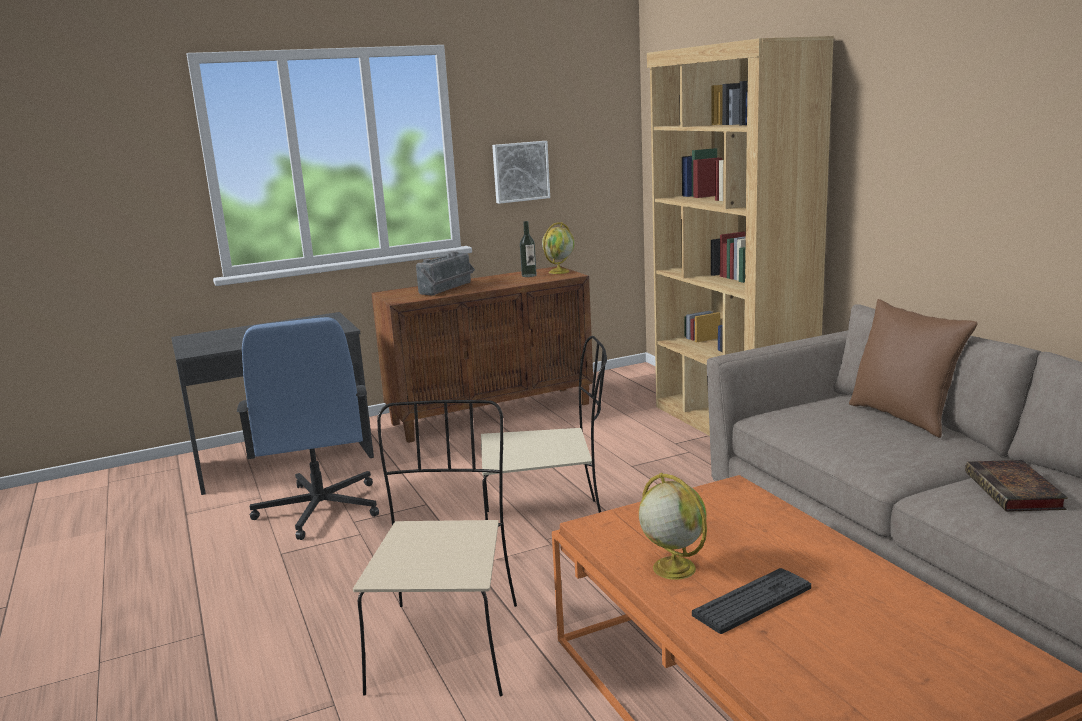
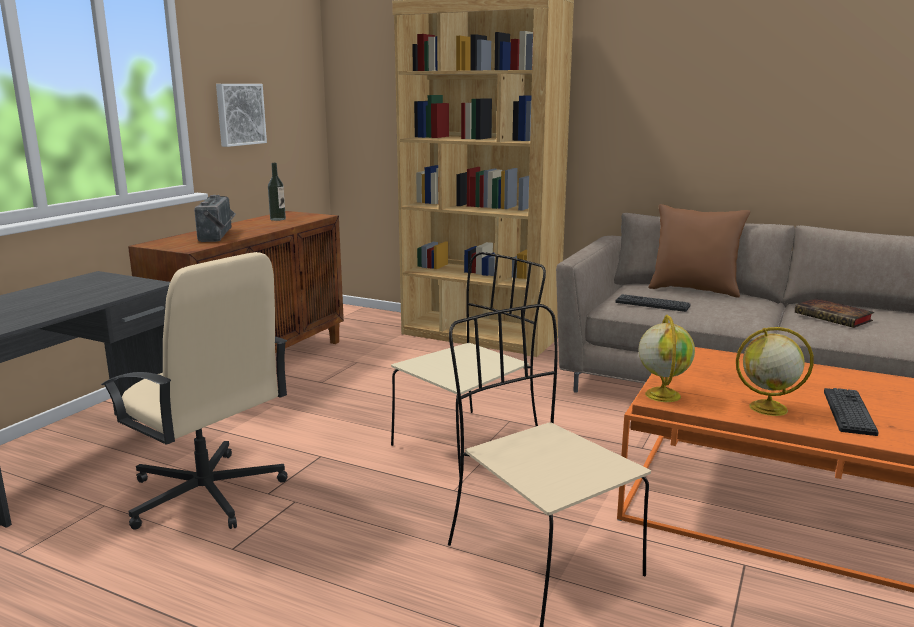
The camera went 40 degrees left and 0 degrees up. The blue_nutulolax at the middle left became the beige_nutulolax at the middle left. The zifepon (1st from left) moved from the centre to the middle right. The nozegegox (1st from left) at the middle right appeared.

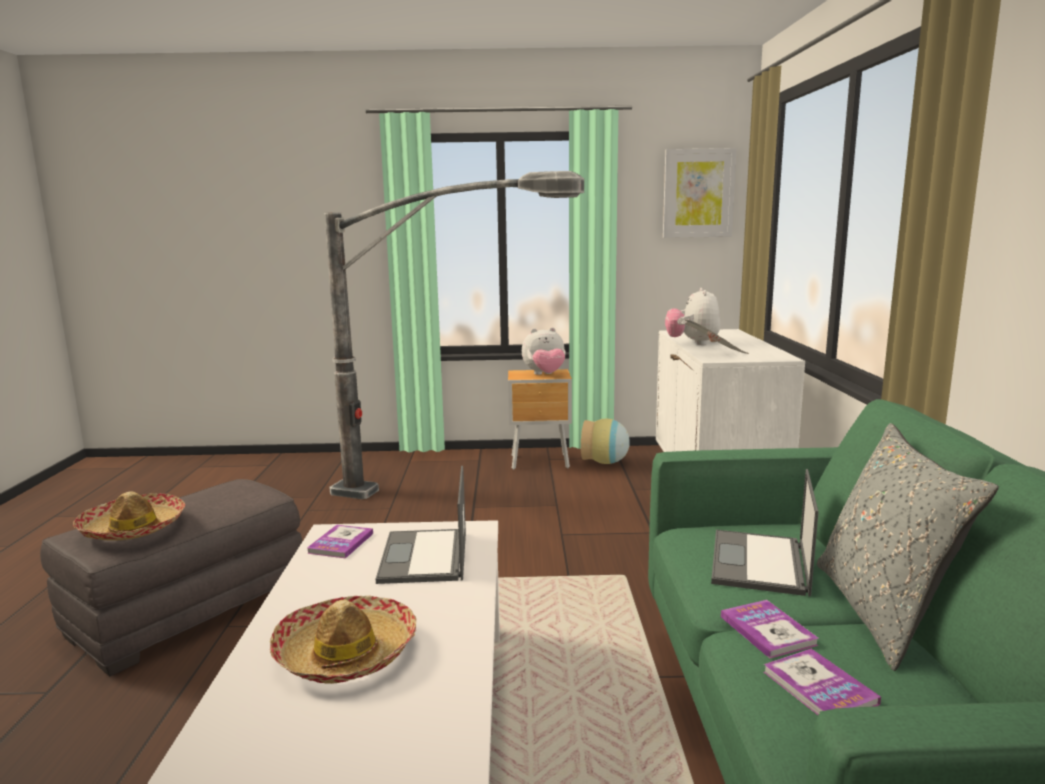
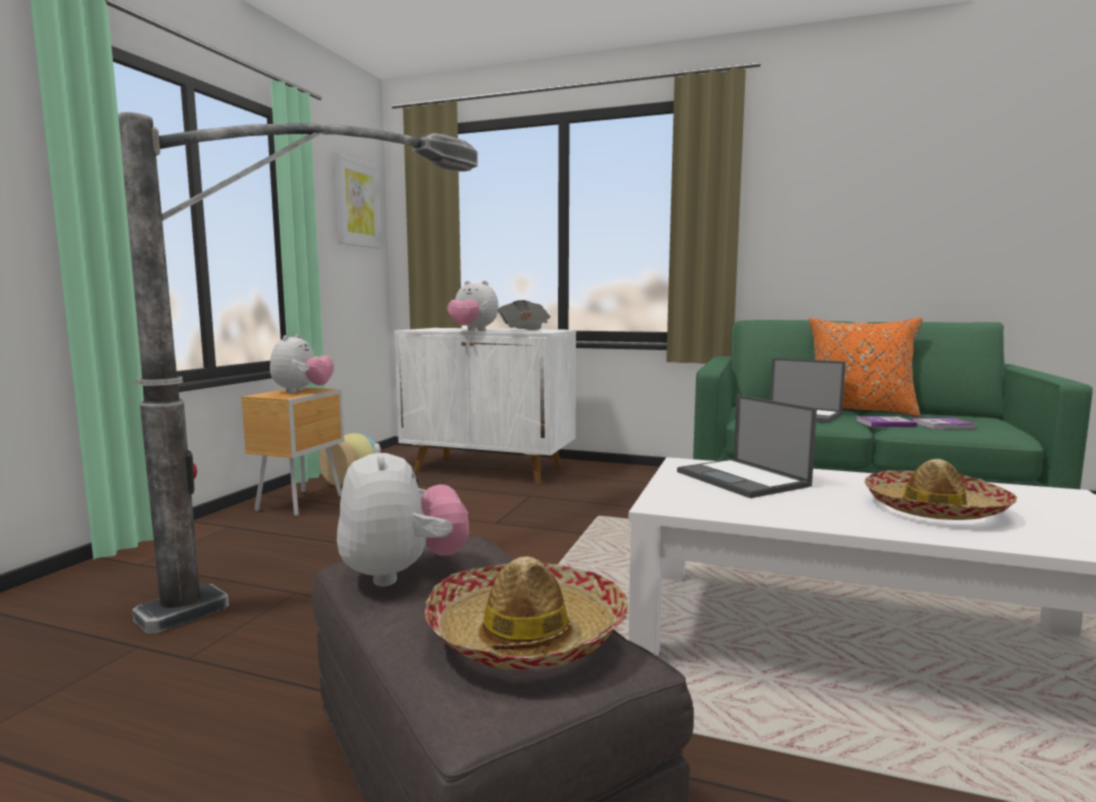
The camera went 70 degrees left and 5 degrees down. The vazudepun (1st from left) at the bottom left disappeared. The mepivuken (1st from left) at the bottom centre turned 45 degrees clockwise. The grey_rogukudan at the bottom right became the orange_rogukudan at the middle right. The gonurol (2nd from left) at the centre appeared.

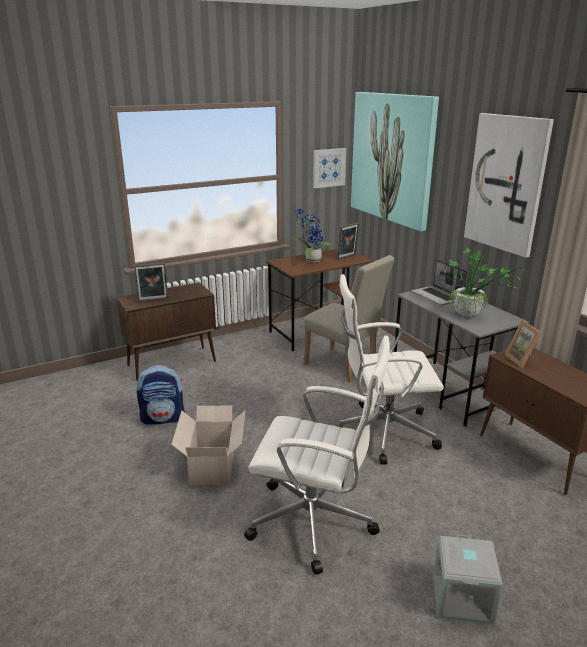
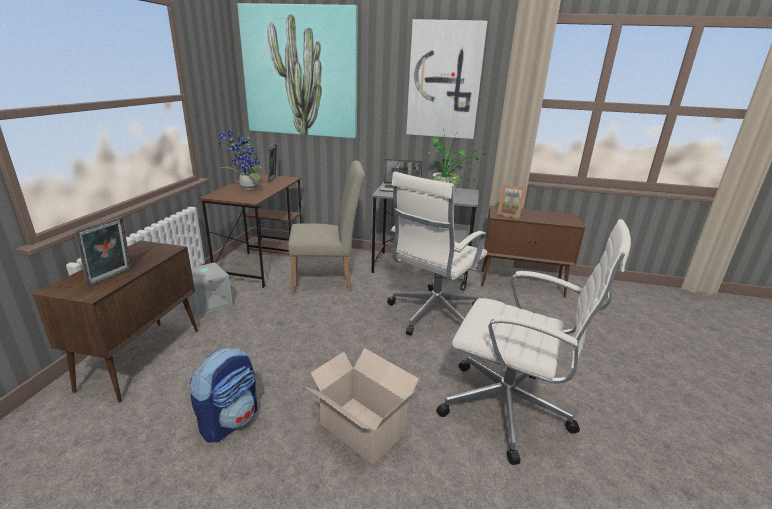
The camera went 50 degrees left and 0 degrees up. The white_nutulolax (1st from left in the first image) at the bottom centre turned 60 degrees clockwise. The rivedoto (1st from left) at the top centre disappeared. The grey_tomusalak moved from the bottom right to the middle left.

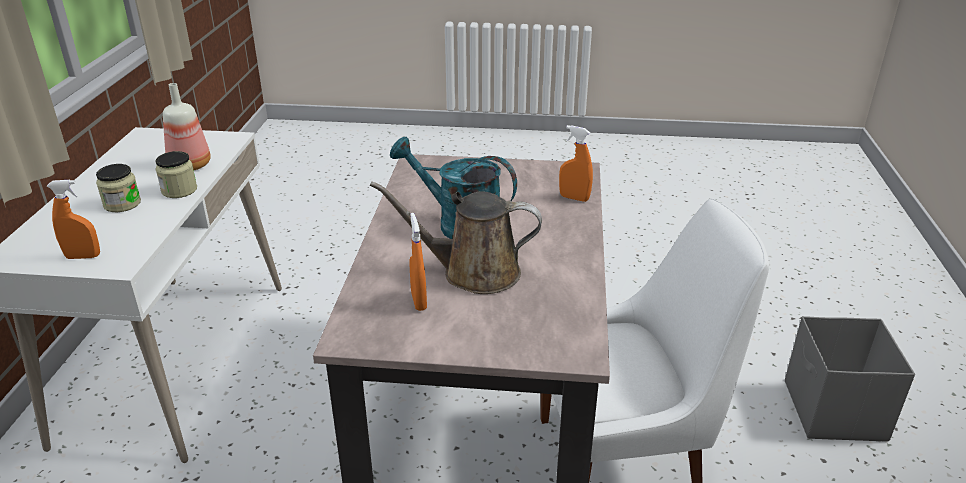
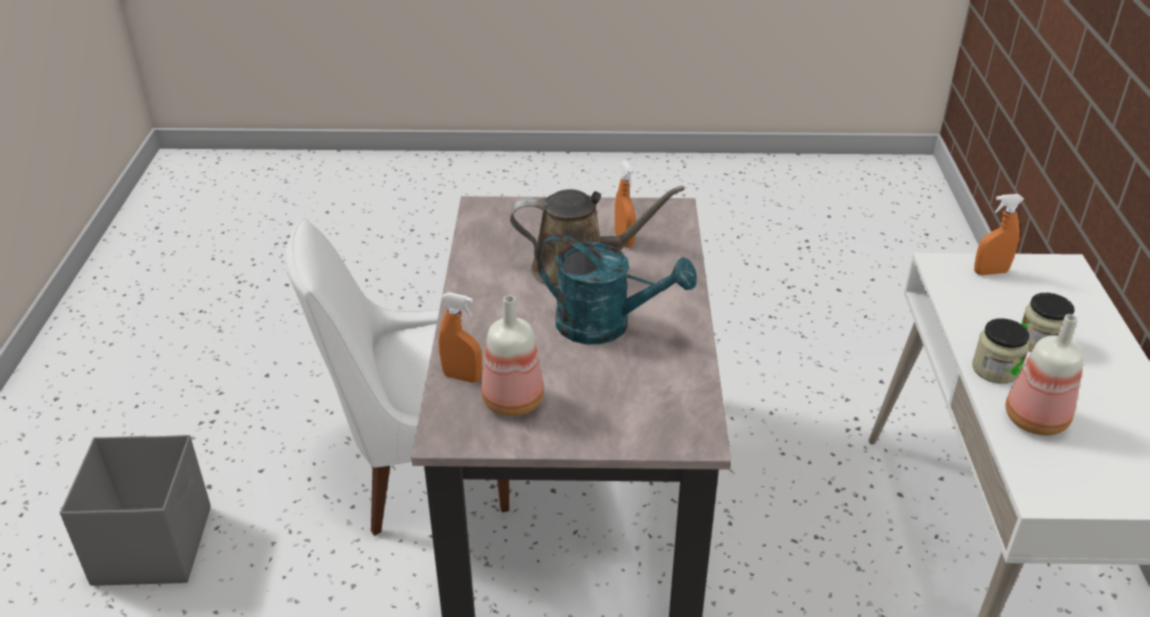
The camera went 175 degrees right and 5 degrees up. The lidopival (1st from left) at the centre appeared.

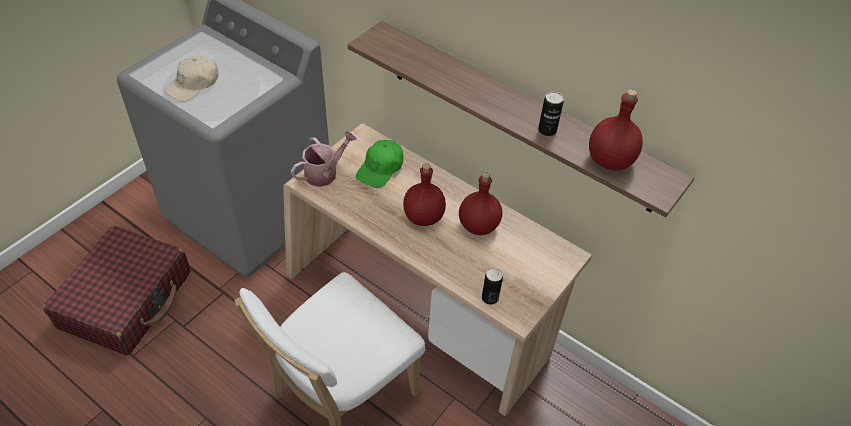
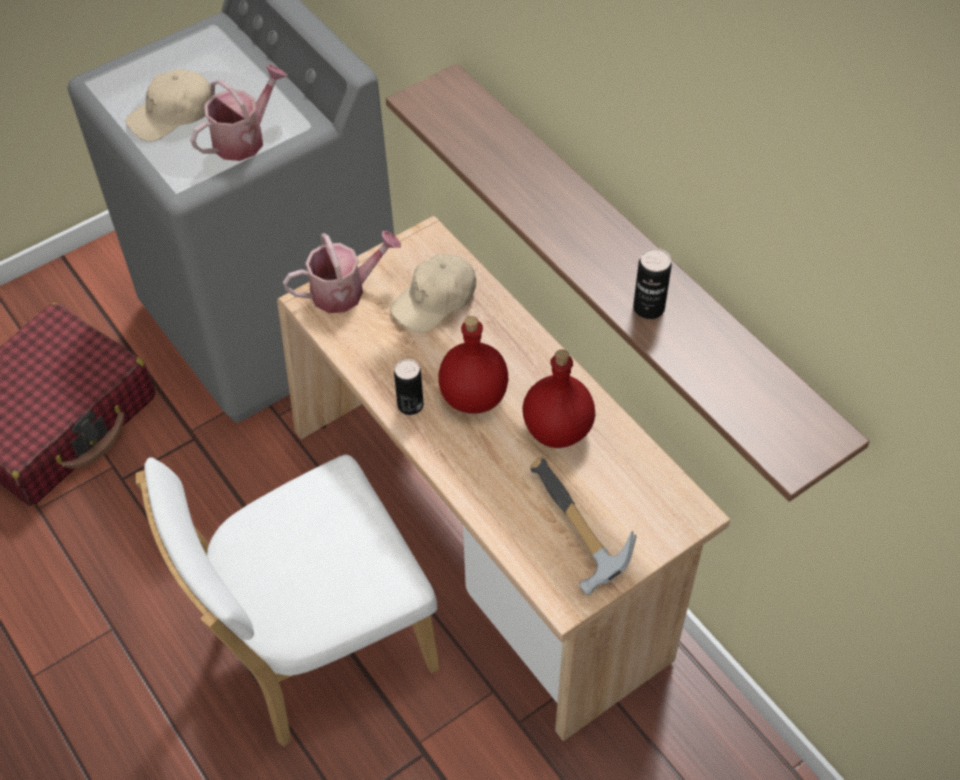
The camera went 20 degrees right and 5 degrees up. The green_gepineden at the centre became the beige_gepineden (2nd from left) at the centre. The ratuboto (1st from left) moved from the bottom centre to the centre. The red_lidopival (3rd from left) at the top right disappeared. The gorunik (1st from left) at the top left appeared. The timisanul at the bottom centre appeared.

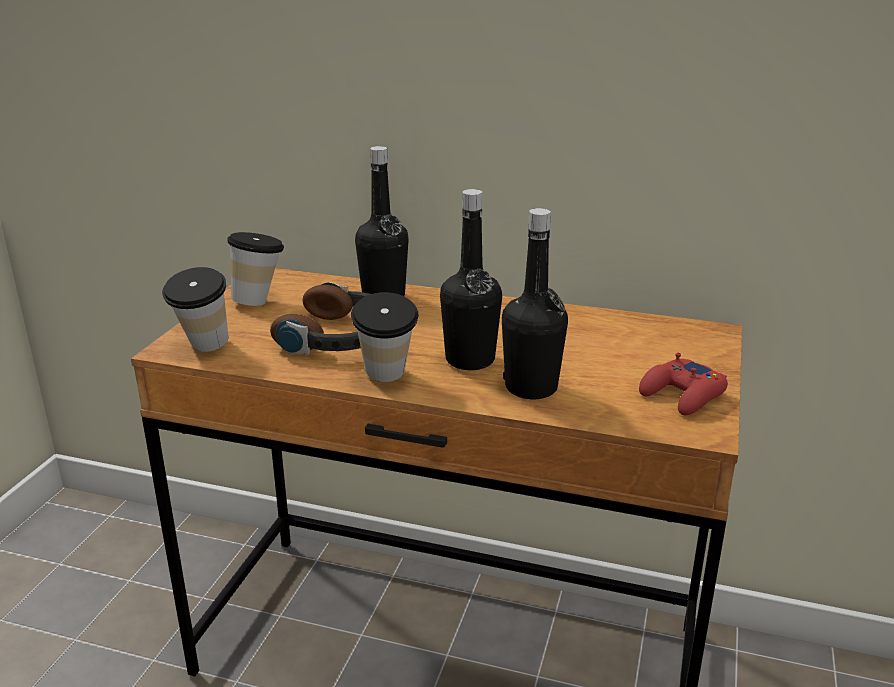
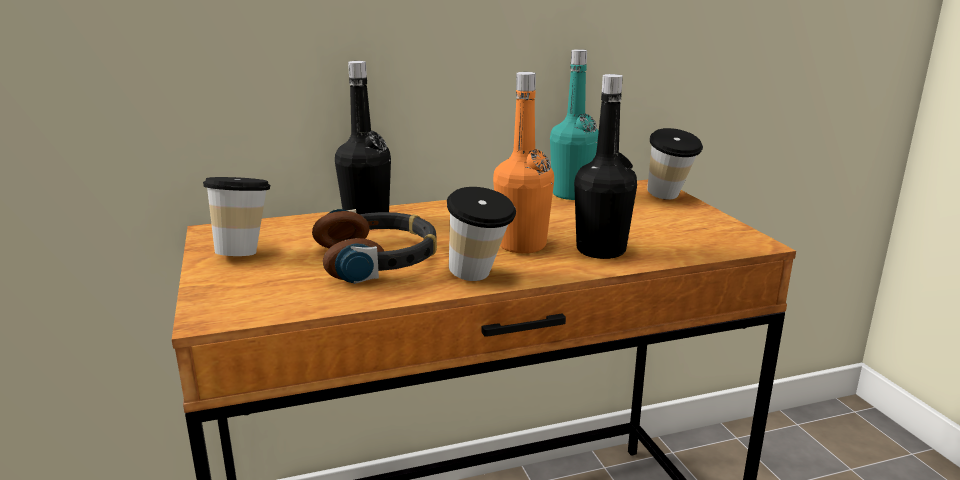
The camera went 35 degrees left and 5 degrees down. The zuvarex (1st from left in the first image) moved from the middle left to the middle right. The black_lidopival (2nd from left) at the centre became the orange_lidopival at the centre. The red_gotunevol at the middle right disappeared. The turquoise_lidopival at the top centre appeared.

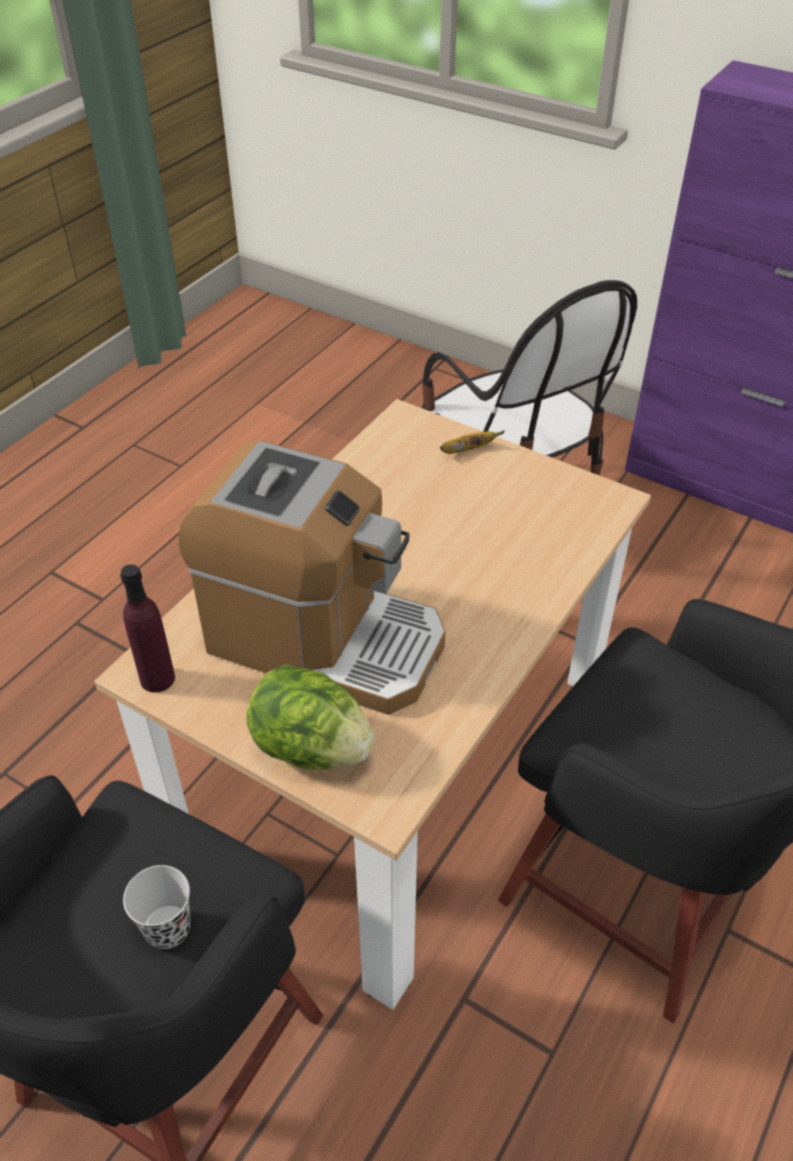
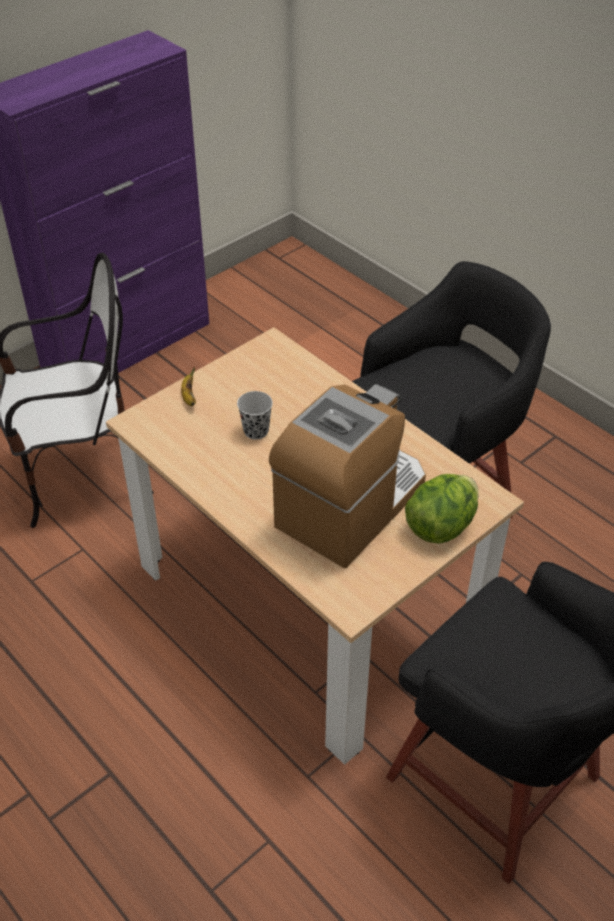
The camera went 75 degrees left and 0 degrees up. The purple_lidopival at the middle left disappeared. The black_zuvarex moved from the bottom left to the centre.

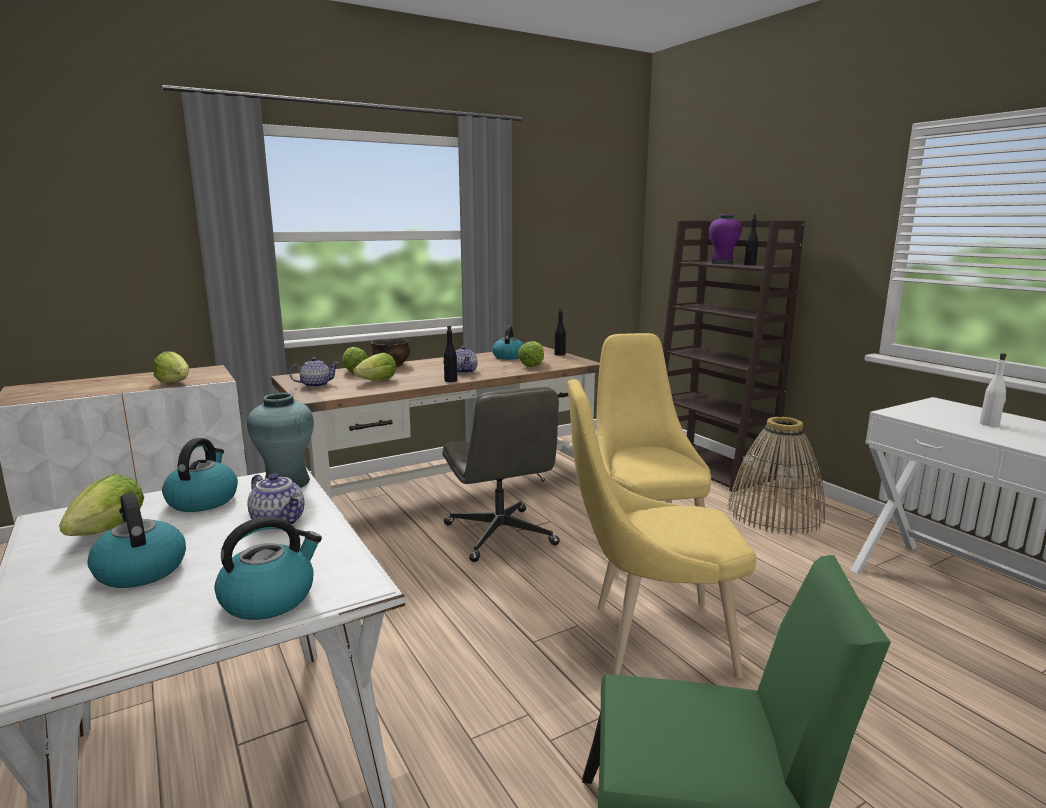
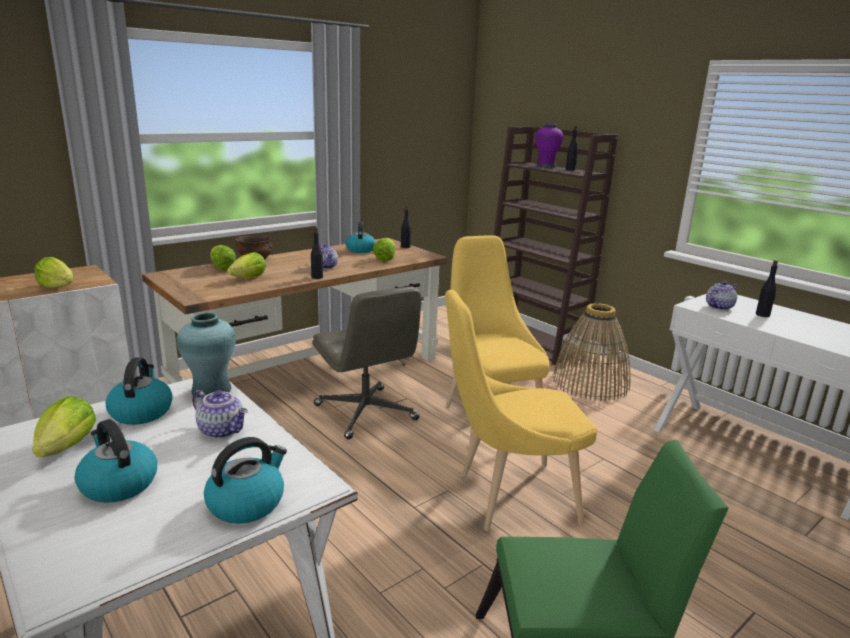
The camera went 10 degrees left and 5 degrees up. The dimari (2nd from left in the first image) moved from the middle left to the middle right. The white_lidopival at the middle right became the black_lidopival (4th from left) at the middle right.

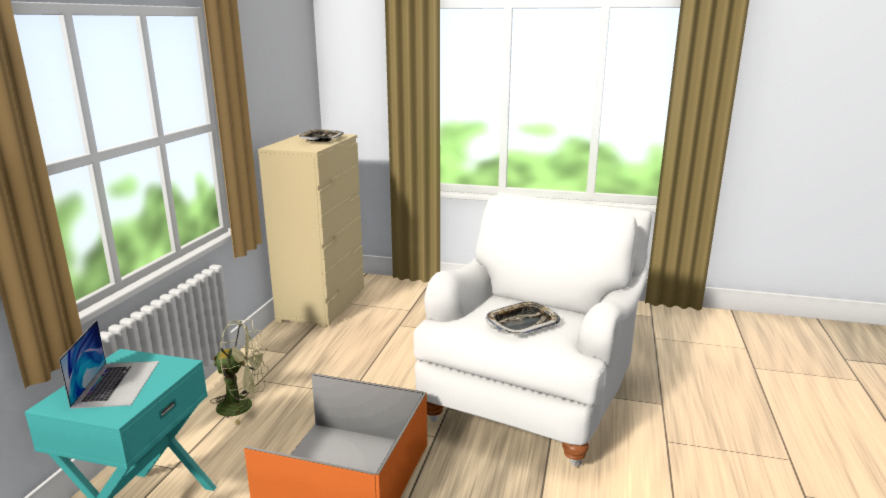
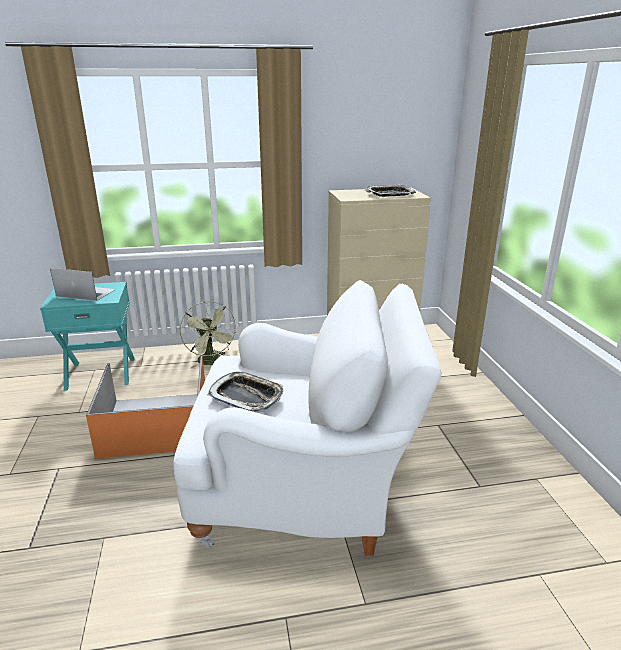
The camera went 65 degrees right and 5 degrees up. The mepivuken at the bottom left turned 135 degrees counterclockwise.

